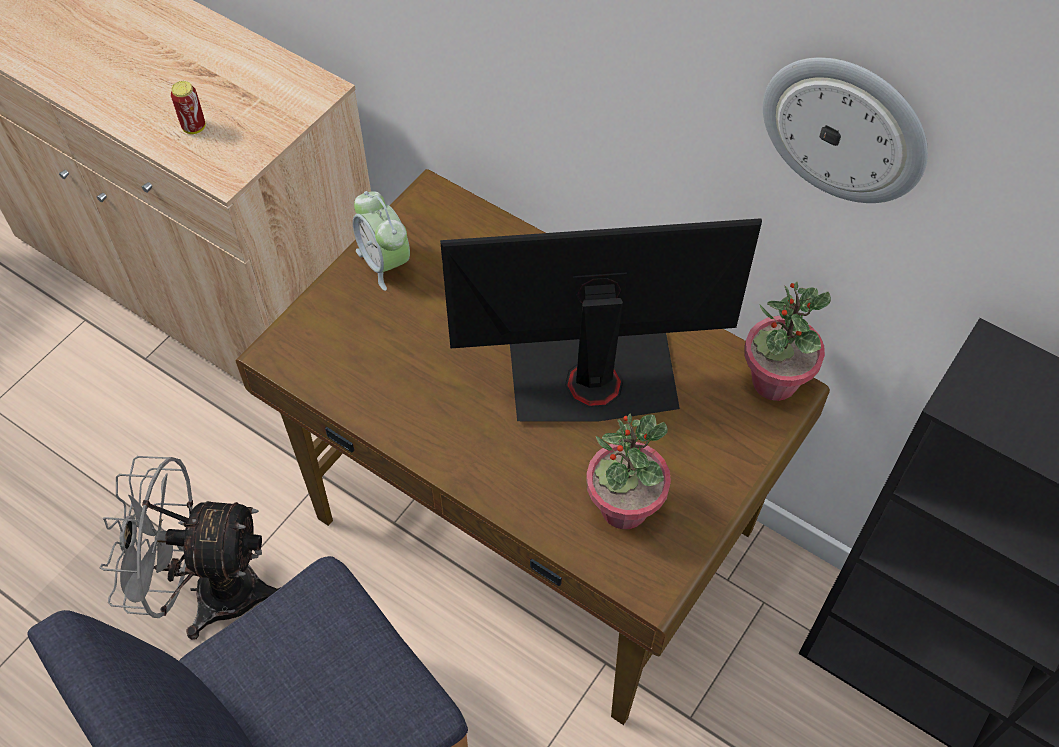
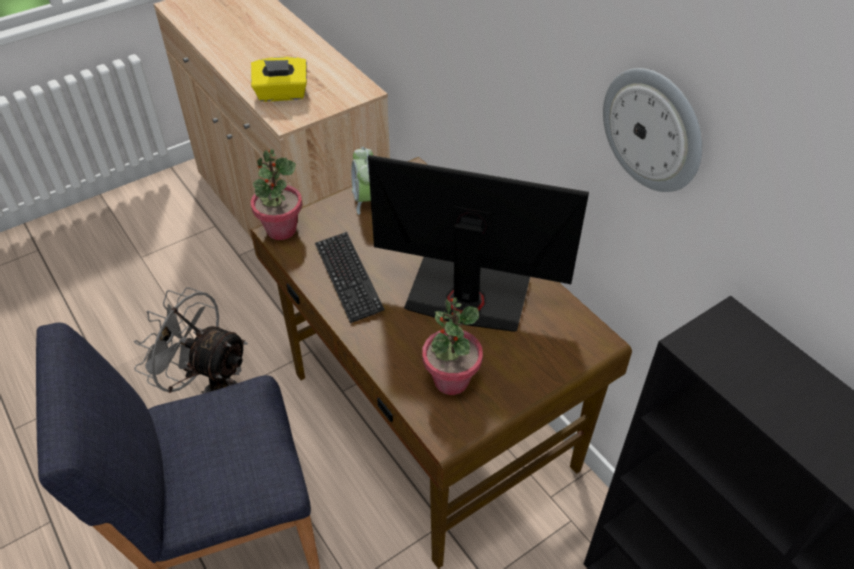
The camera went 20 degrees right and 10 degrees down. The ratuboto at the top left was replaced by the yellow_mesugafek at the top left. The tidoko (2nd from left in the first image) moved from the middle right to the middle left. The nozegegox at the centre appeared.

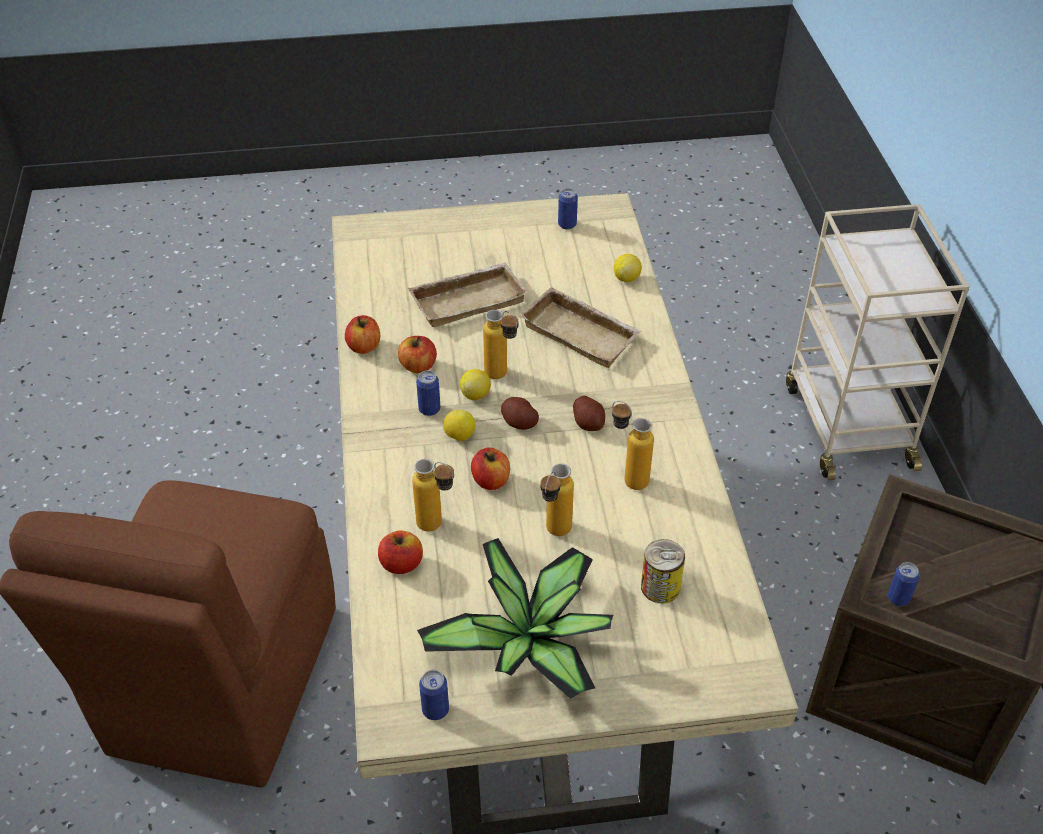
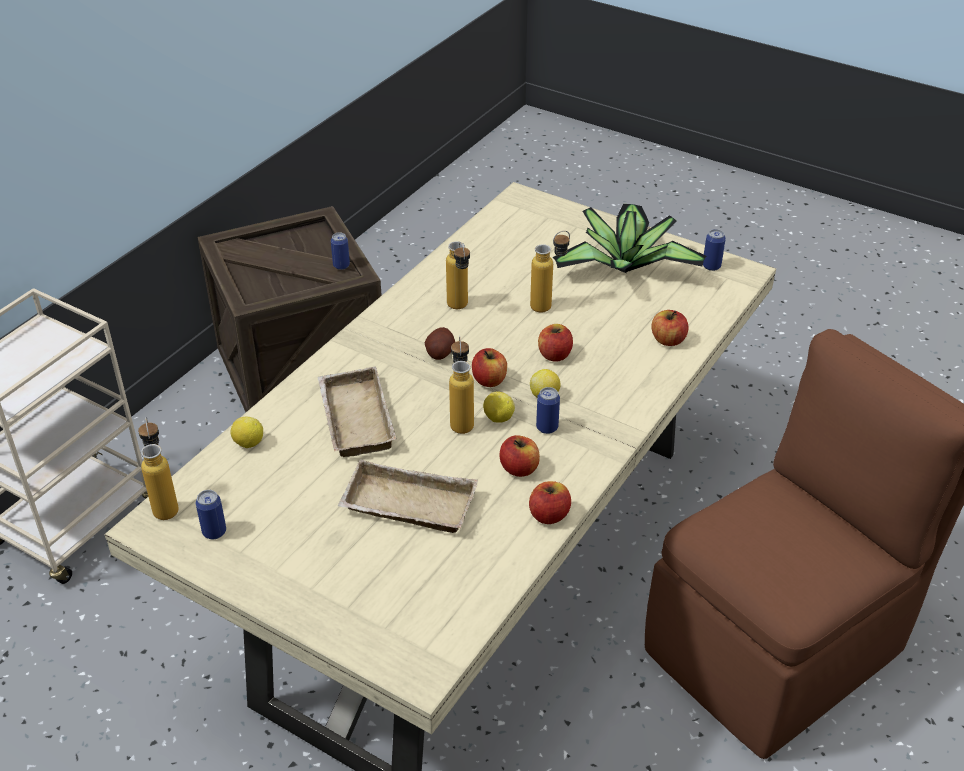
The camera went 140 degrees left and 5 degrees down. The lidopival (1st from left) moved from the centre to the middle left. The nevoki (1st from left) at the centre was replaced by the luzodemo (1st from left) at the centre. The ratuboto (4th from left) at the bottom centre disappeared.

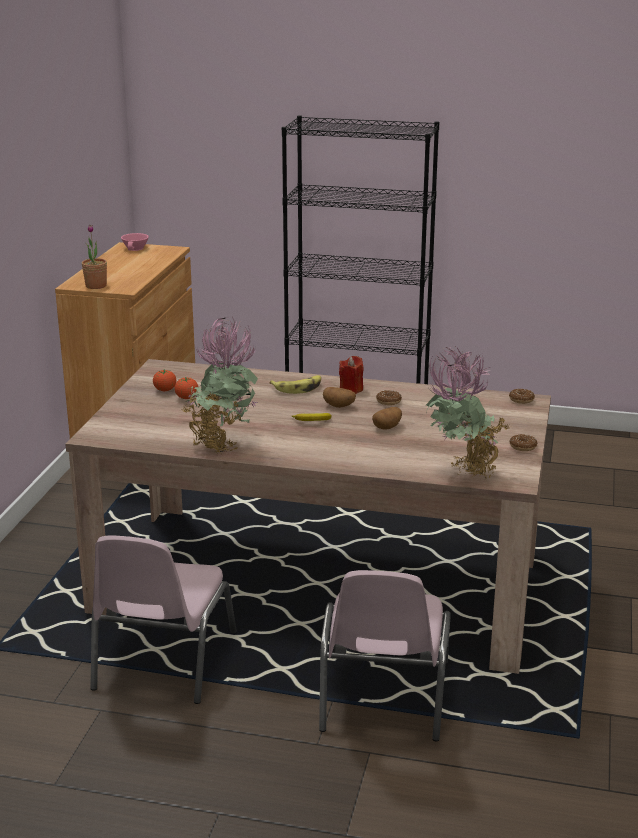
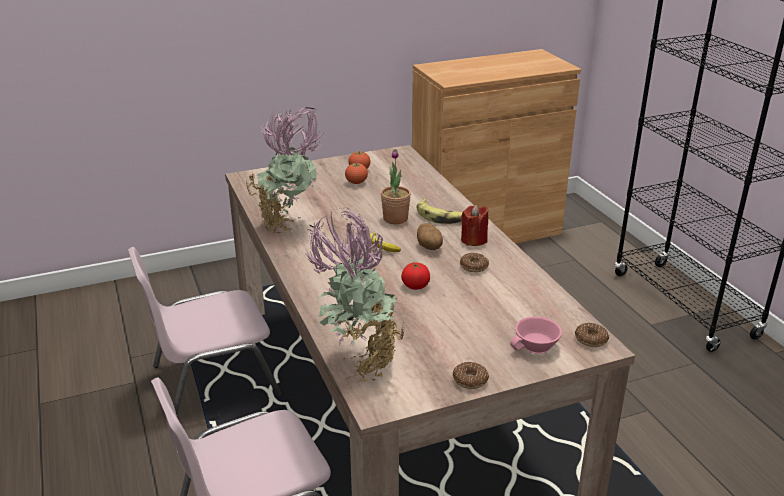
The camera went 55 degrees right and 5 degrees up. The tidoko (1st from left in the first image) moved from the top left to the centre. The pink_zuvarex moved from the top left to the bottom right. The nevoki (2nd from left) at the centre was replaced by the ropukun (3rd from left) at the centre.

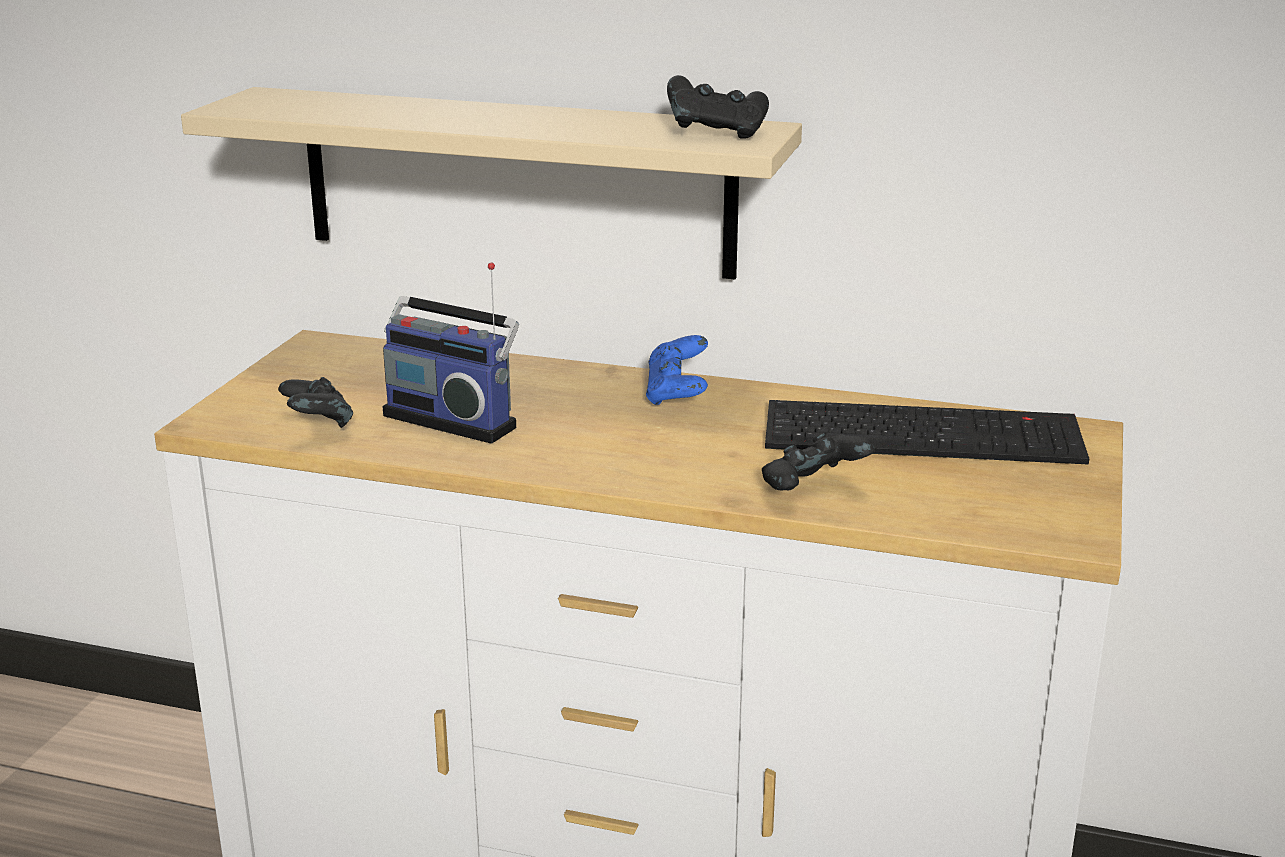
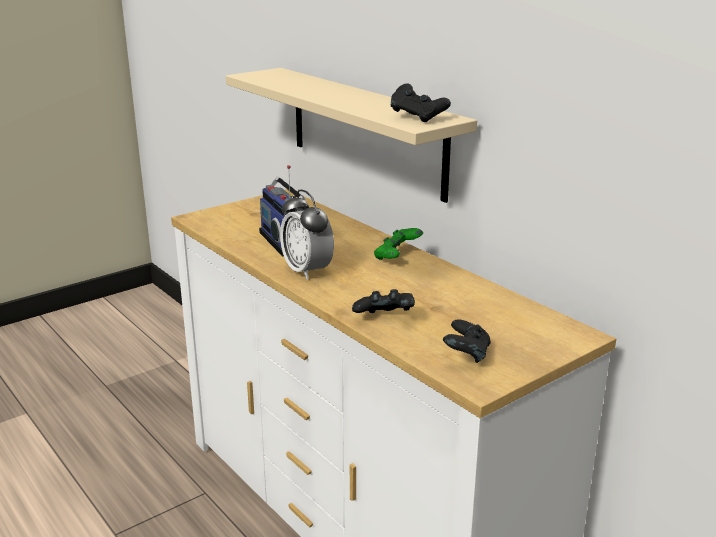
The camera went 35 degrees right and 0 degrees up. The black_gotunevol (1st from left in the first image) moved from the middle left to the centre. The blue_gotunevol at the centre became the green_gotunevol at the centre. The nozegegox at the middle right disappeared. The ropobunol at the centre appeared.

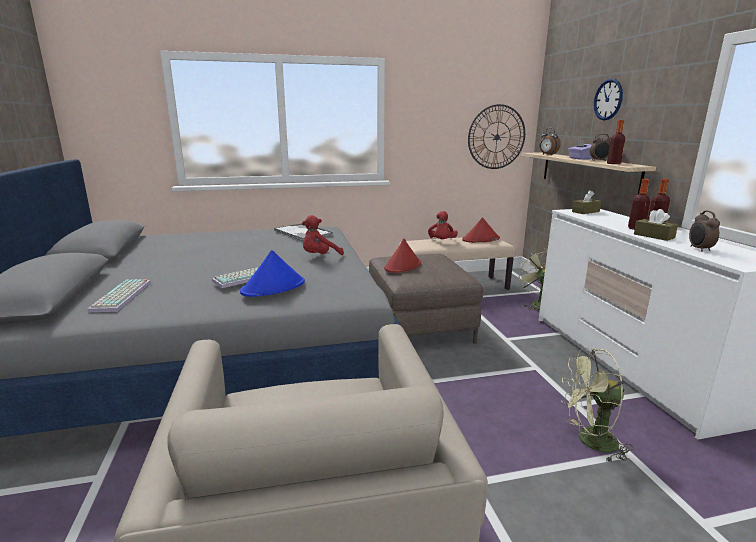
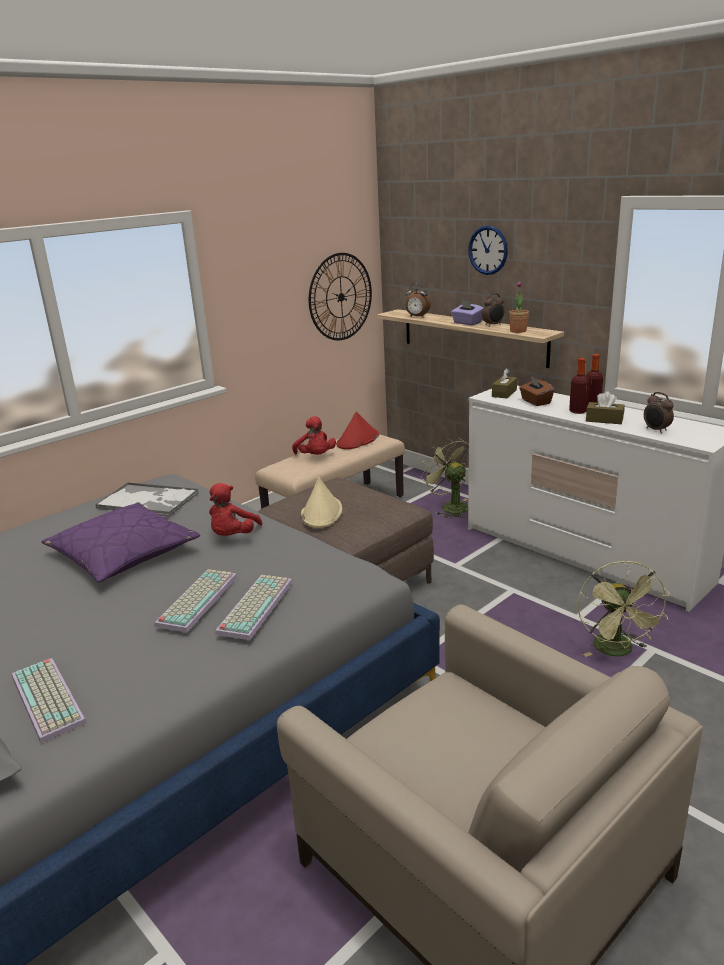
The camera went 30 degrees left and 5 degrees up. The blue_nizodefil at the centre was replaced by the nozegegox (3rd from left) at the centre. The red_nizodefil (1st from left) at the centre became the beige_nizodefil at the centre. The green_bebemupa (2nd from left) at the bottom right turned 60 degrees counterclockwise. The lidopival (1st from left) at the top right was replaced by the tidoko at the top right. The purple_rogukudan at the middle left appeared. The brown_mesugafek (2nd from left) at the middle right appeared.

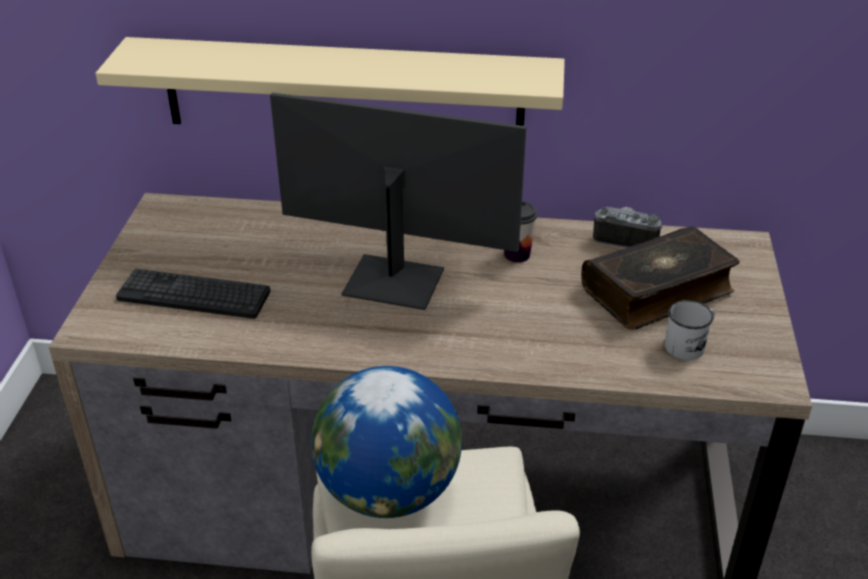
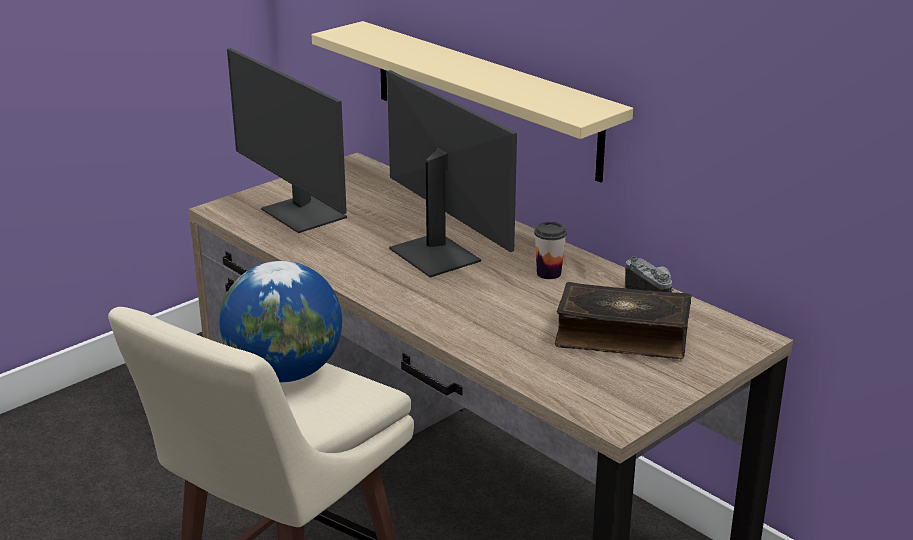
The camera went 40 degrees right and 10 degrees down. The nozegegox at the middle left was replaced by the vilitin (1st from left) at the top left. The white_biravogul at the middle right disappeared.

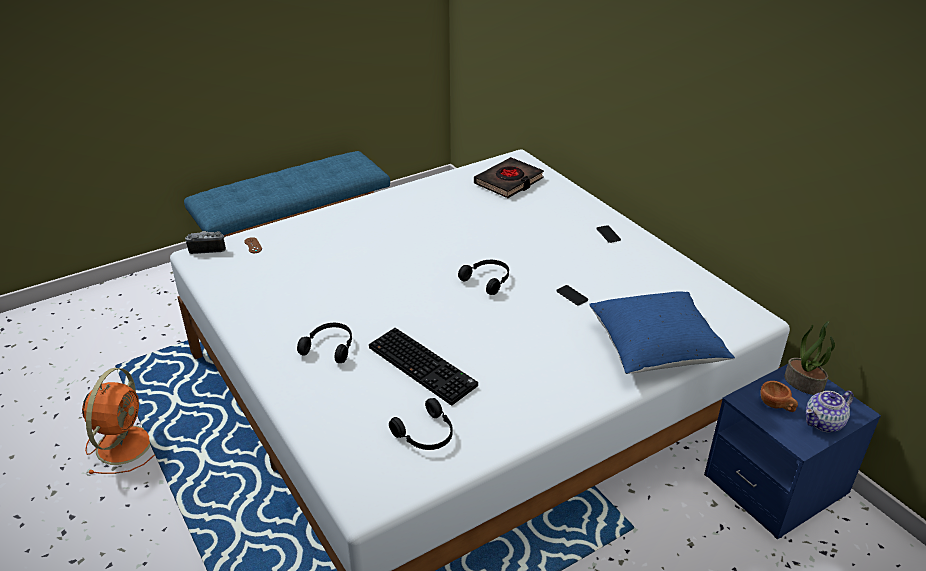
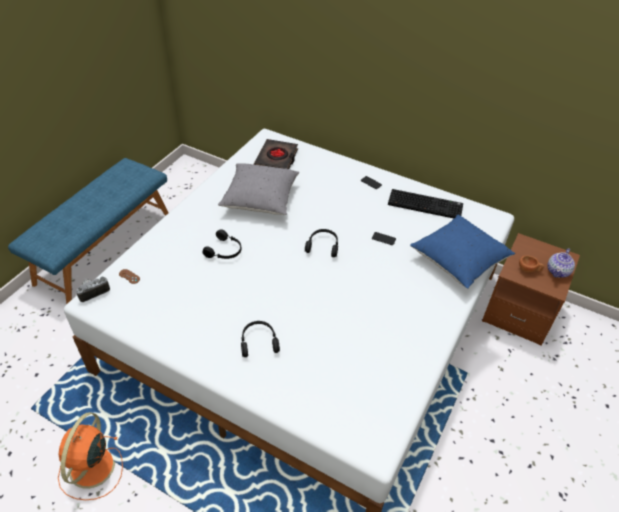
The camera went 30 degrees left and 10 degrees up. The orange_bebemupa at the bottom left turned 150 degrees counterclockwise. The nozegegox moved from the centre to the middle right. The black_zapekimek (2nd from left in the first image) moved from the bottom centre to the centre. The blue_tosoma at the bottom right became the brown_tosoma at the middle right. The tidoko at the middle right disappeared. The grey_rogukudan at the centre appeared.

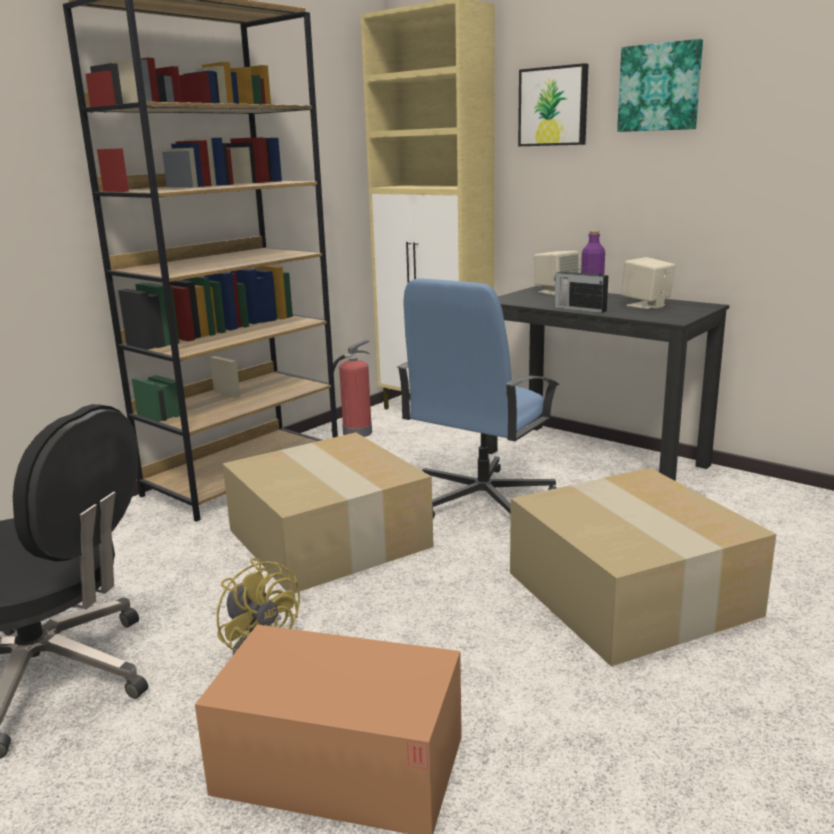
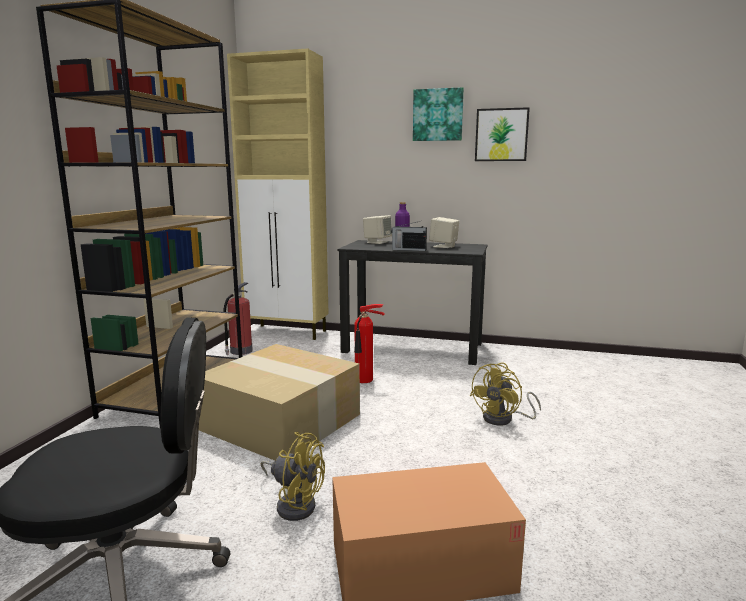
The camera went 25 degrees left and 5 degrees down. The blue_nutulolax at the centre was replaced by the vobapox (2nd from left) at the centre. The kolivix (3rd from left) at the bottom right was replaced by the yellow_bebemupa (2nd from left) at the middle right. The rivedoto (1st from left in the first image) moved from the top centre to the top right.

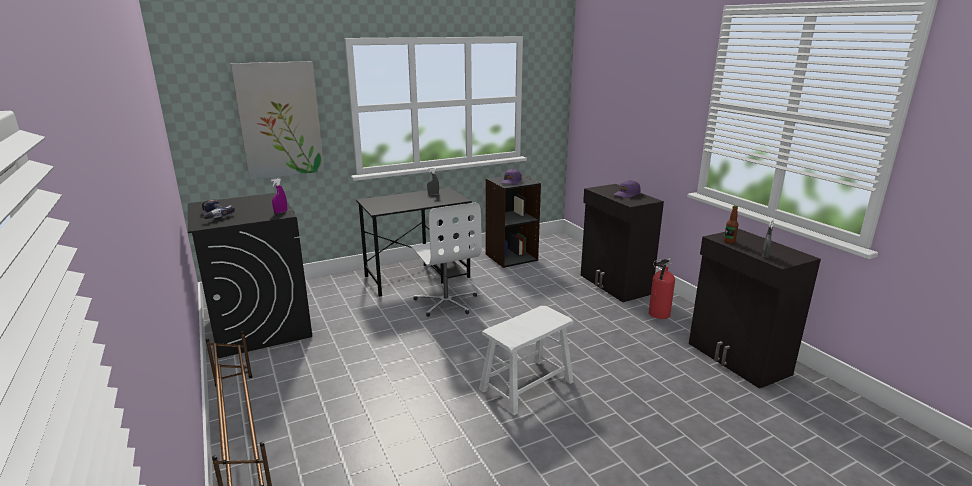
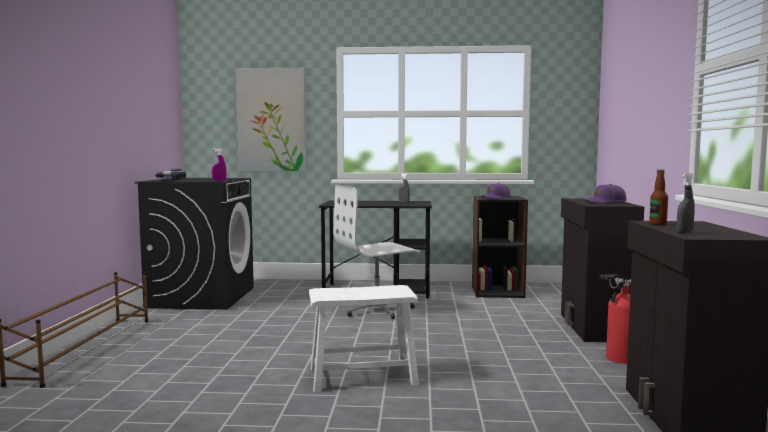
The camera went 30 degrees right and 15 degrees down. The white_nutulolax at the centre turned 60 degrees clockwise.

